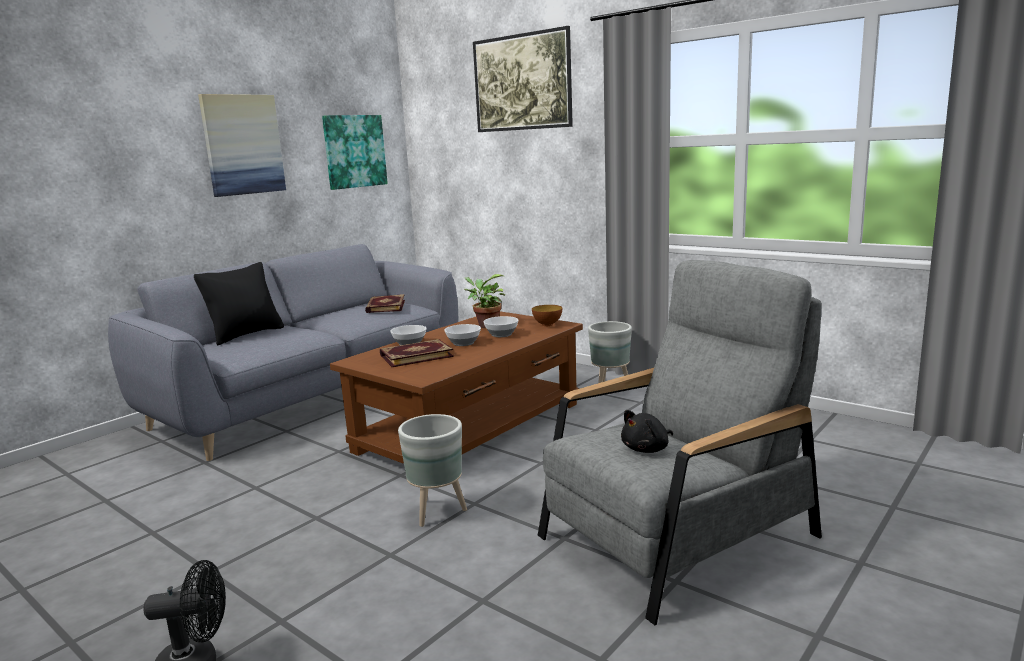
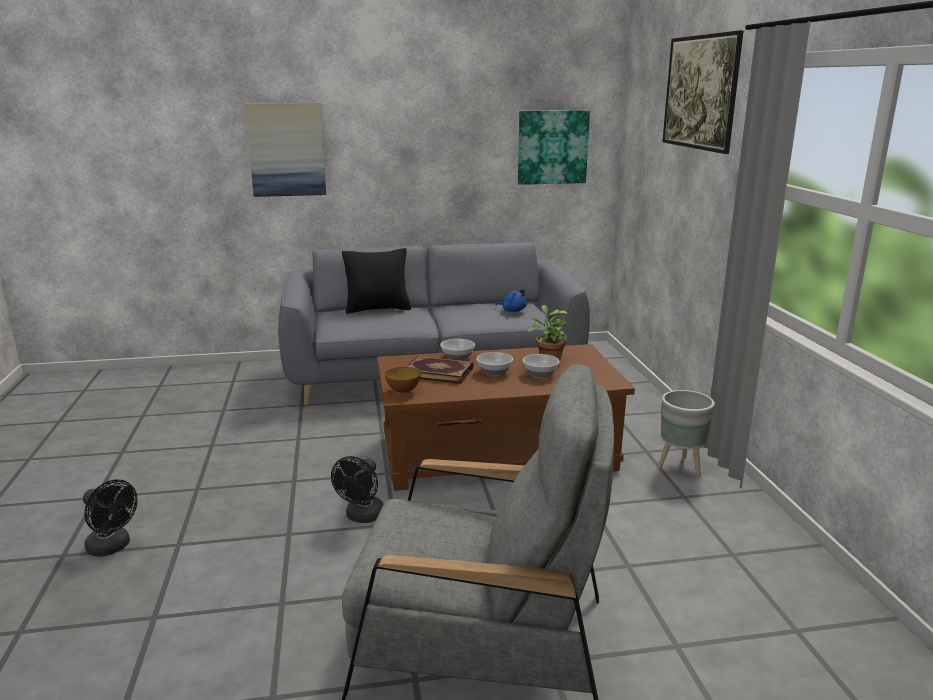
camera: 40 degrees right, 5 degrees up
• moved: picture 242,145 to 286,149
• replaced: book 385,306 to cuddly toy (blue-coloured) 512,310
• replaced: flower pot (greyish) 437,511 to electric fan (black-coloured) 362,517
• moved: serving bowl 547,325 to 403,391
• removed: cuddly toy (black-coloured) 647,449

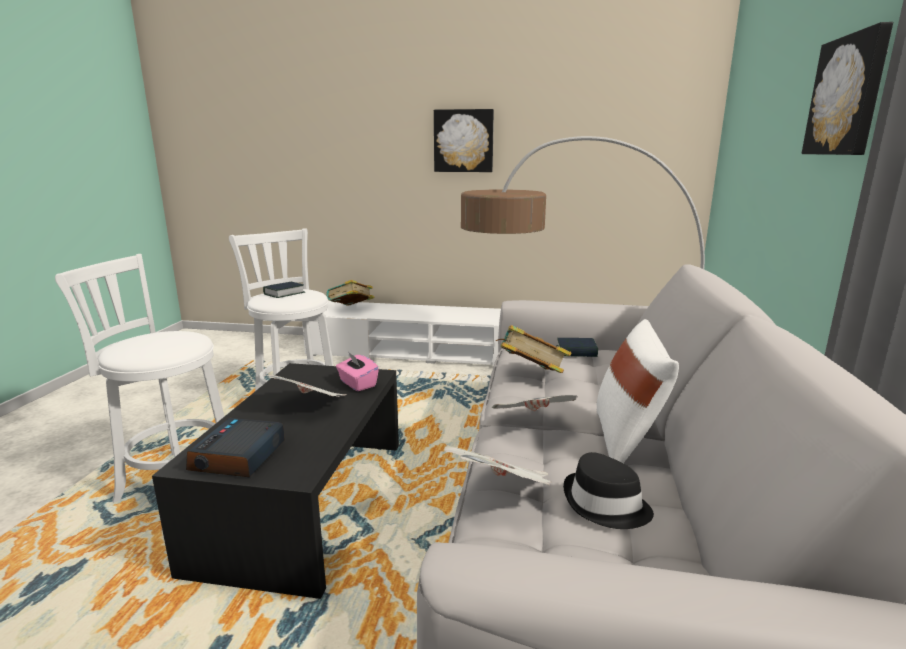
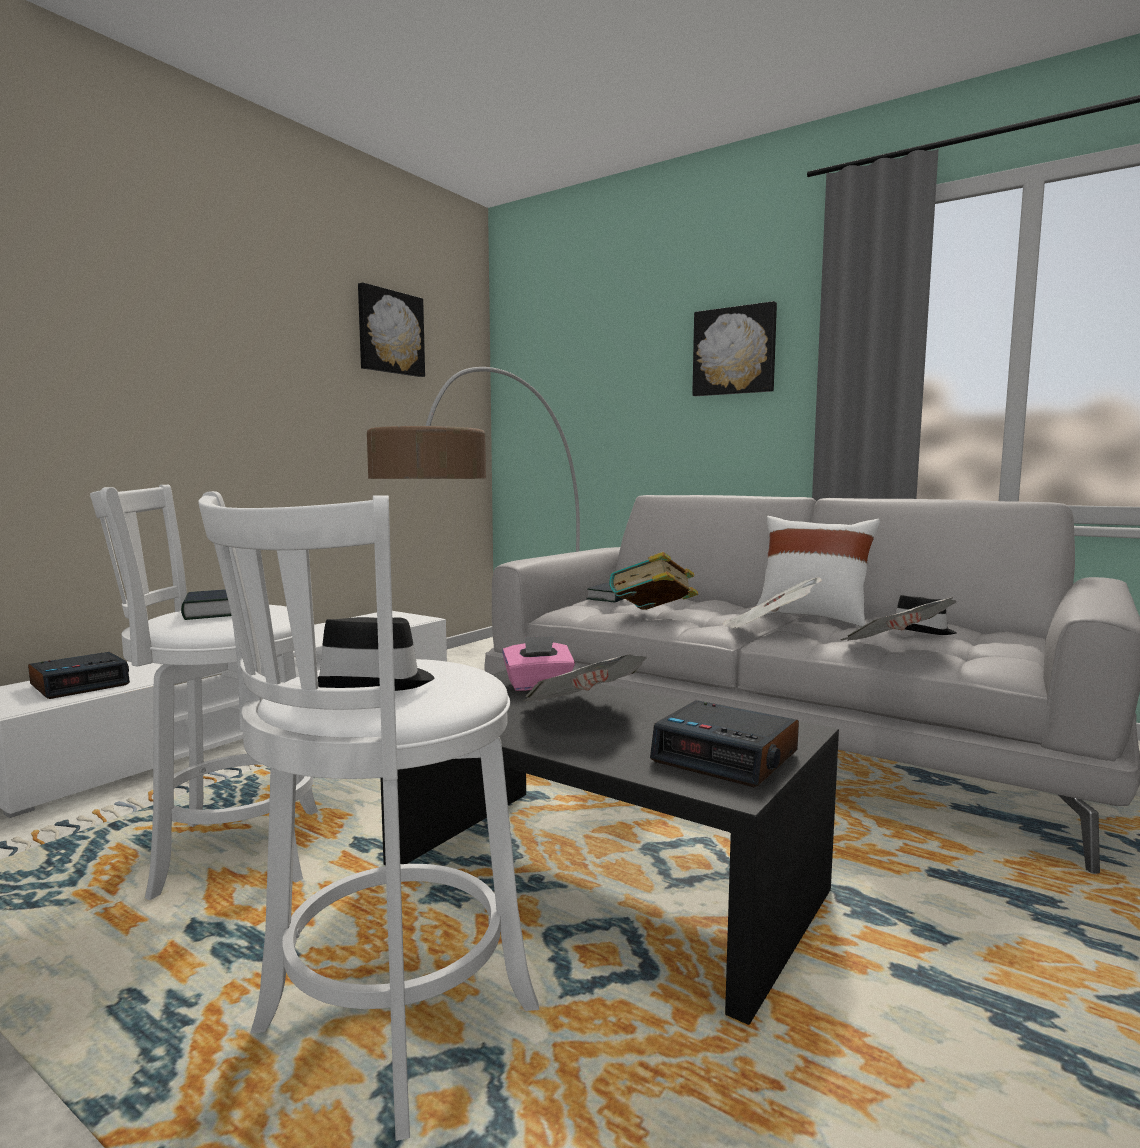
camera: 65 degrees left, 10 degrees down
• replaced: book 351,309 to alarm clock 81,684
• moved: picture 463,141 to 390,332
• added: wearable hat (black-coloured) 374,683

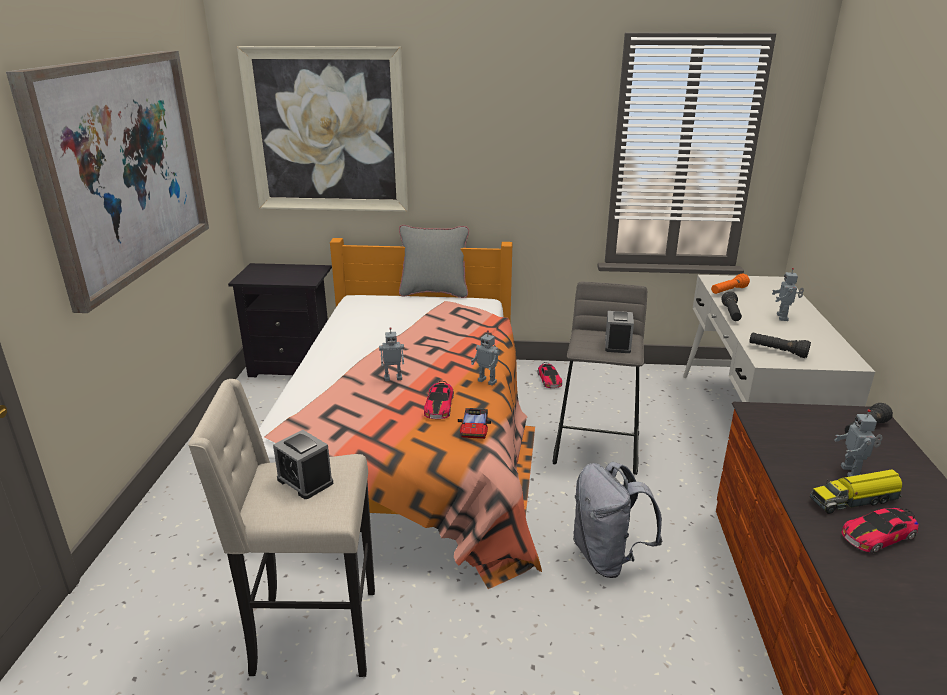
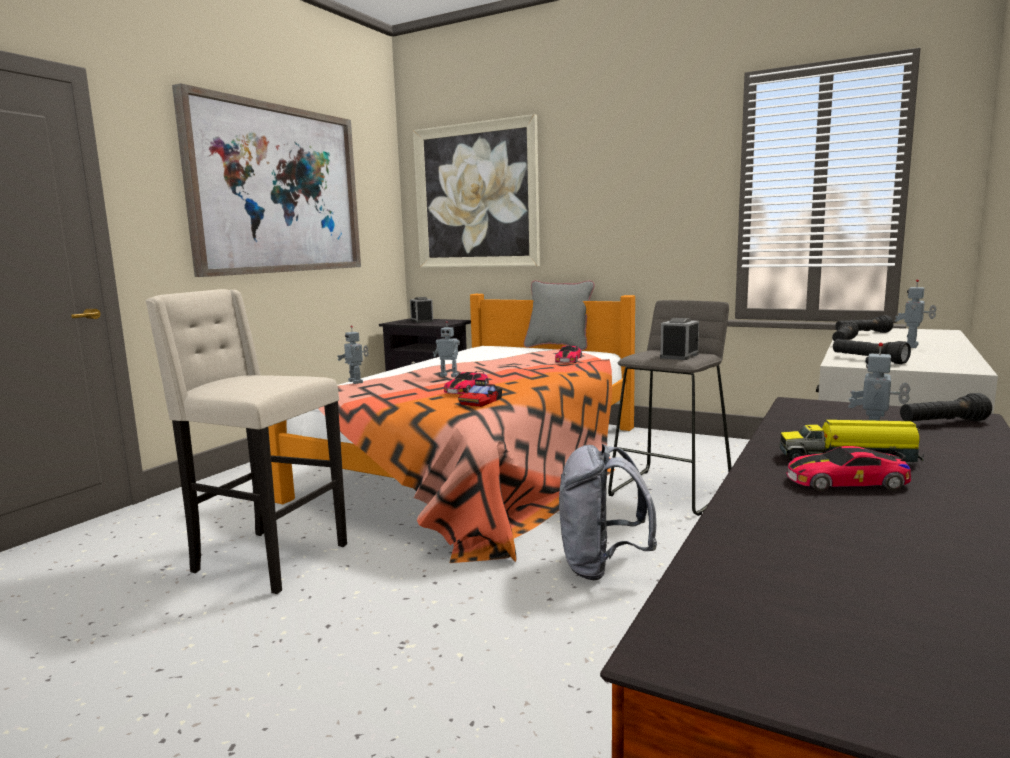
camera: 25 degrees right, 15 degrees down
• moved: alarm clock 305,481 to 422,321
• moved: toy robot 487,381 to 356,382
• moved: model car 549,379 to 568,360
• recoloured: hand torch (orange-coloured) 728,291 to hand torch (black-coloured) 862,333

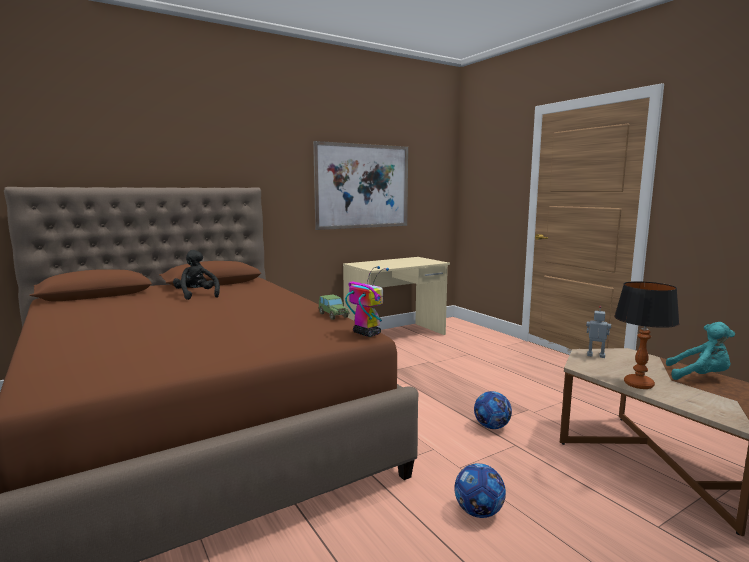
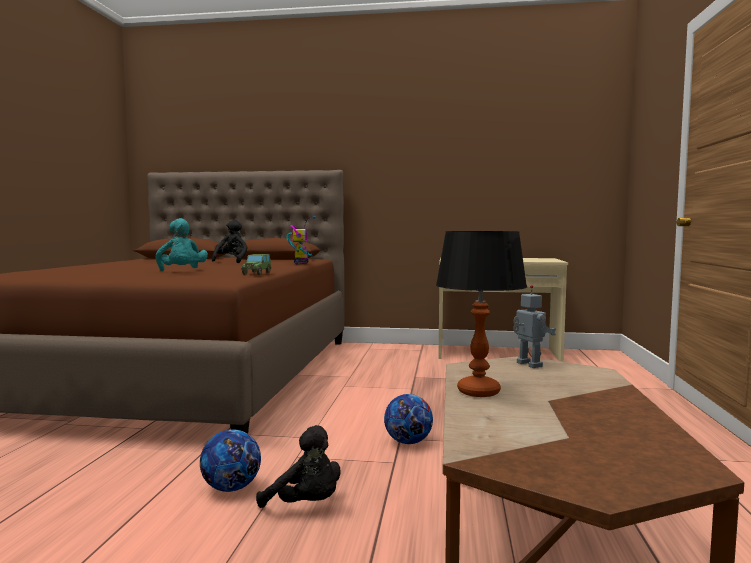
camera: 40 degrees right, 5 degrees down
• removed: picture 363,186
• moved: toy robot 366,333 to 301,263
• moved: cuddly toy (turquoise) 699,376 to 182,272
• added: cuddly toy (black-coloured) 306,505

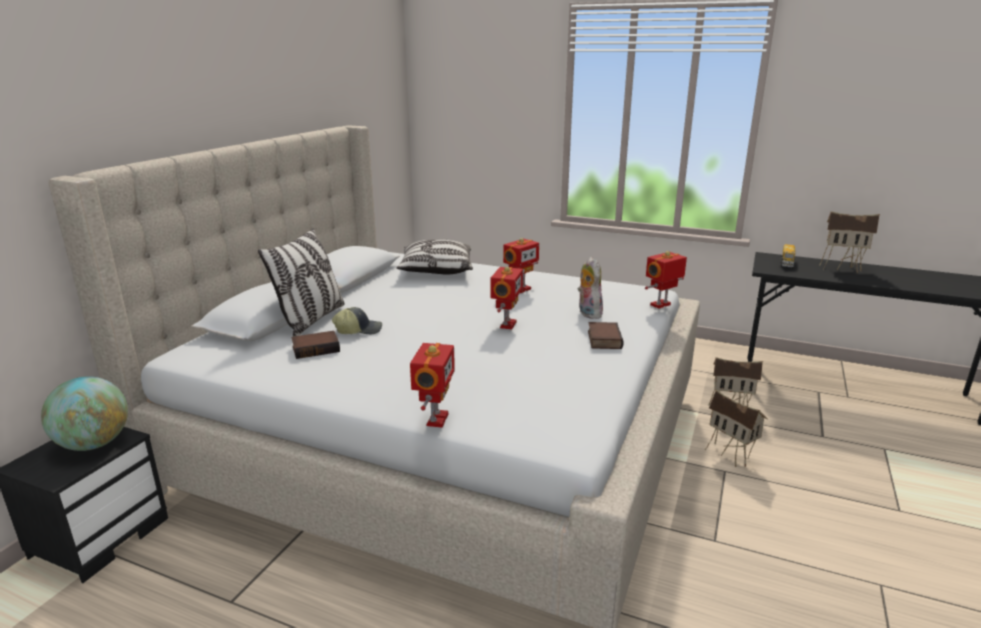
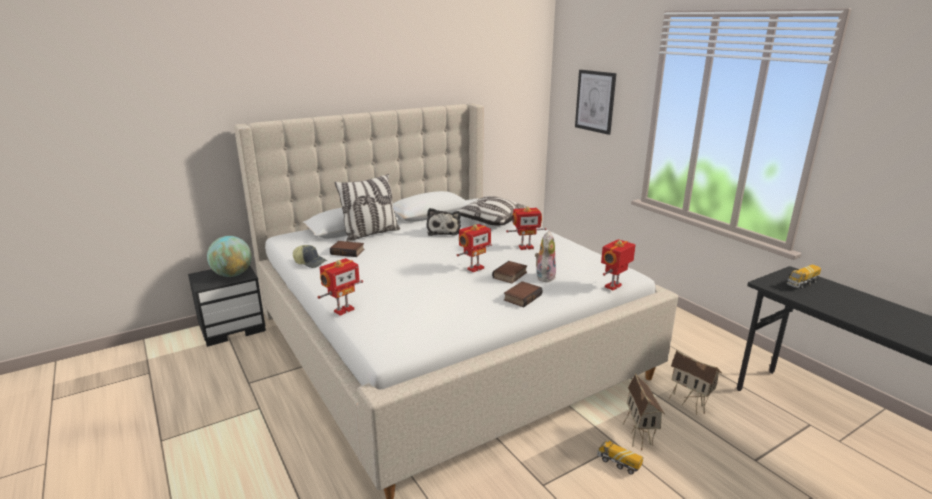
camera: 35 degrees right, 0 degrees up
• moved: cap 359,330 to 310,262
• turned: toy robot 661,305 = 614,286 45 degrees counterclockwise
• removed: toy house 841,268
• added: cuddly toy 444,231
• added: book 510,275
• added: picture 595,101
• added: model truck 618,463

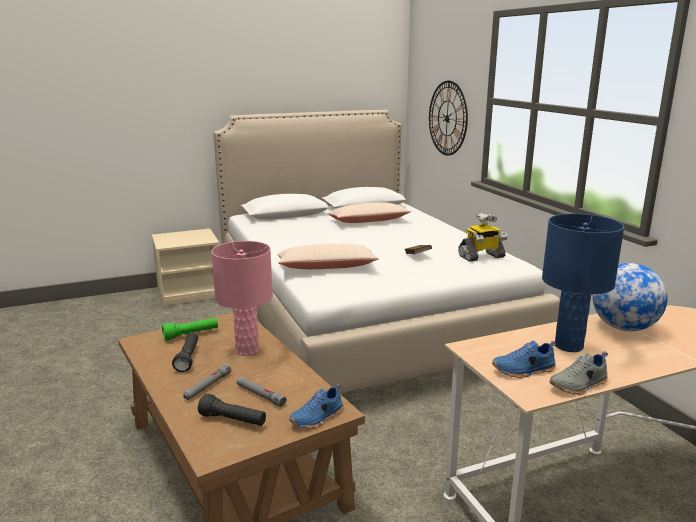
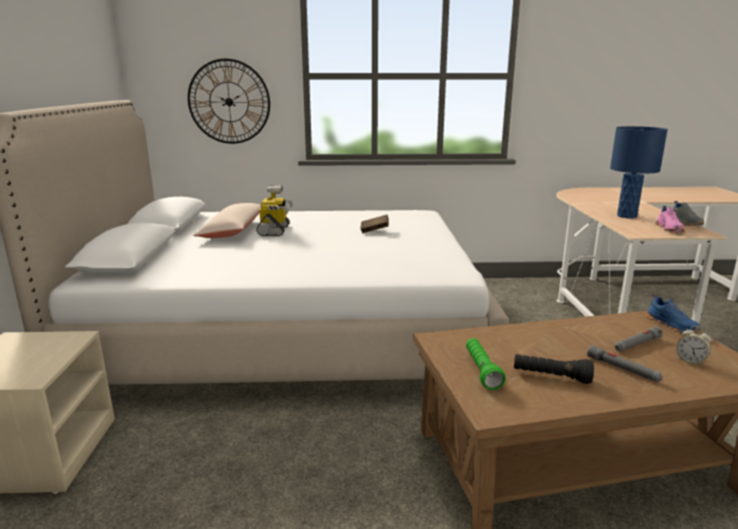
camera: 70 degrees left, 0 degrees up
• replaced: hand torch (black-coloured) 233,420 to alarm clock 690,361
• removed: table lamp (pinkish) 247,350
• removed: throw pillow (beige-coloured) 326,267
• moved: toy robot 481,257 to 274,230
• recoloured: item of footwear (blue-coloured) 524,371 to item of footwear (pinkish) 670,229
• removed: globe 623,328

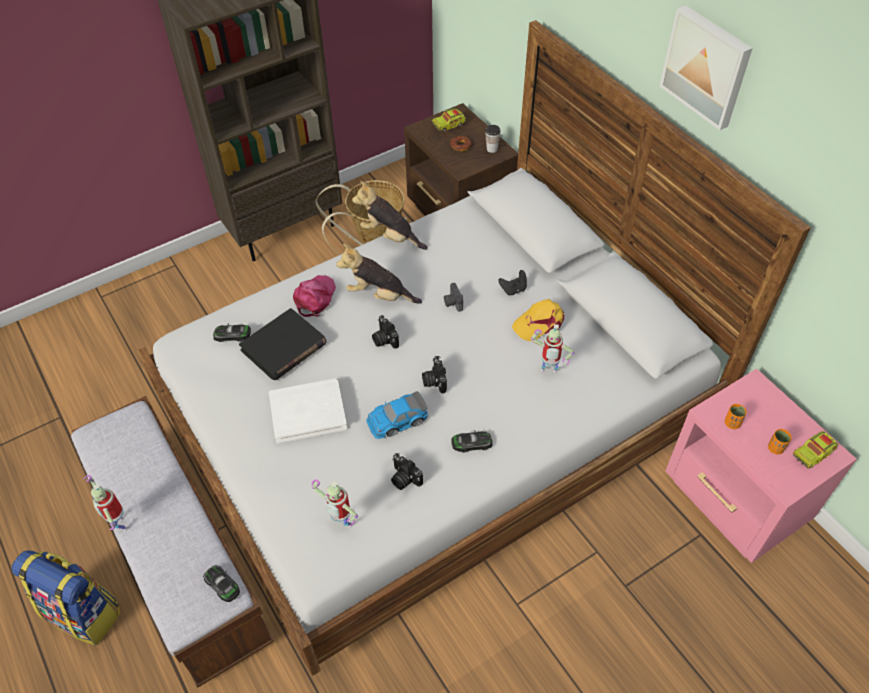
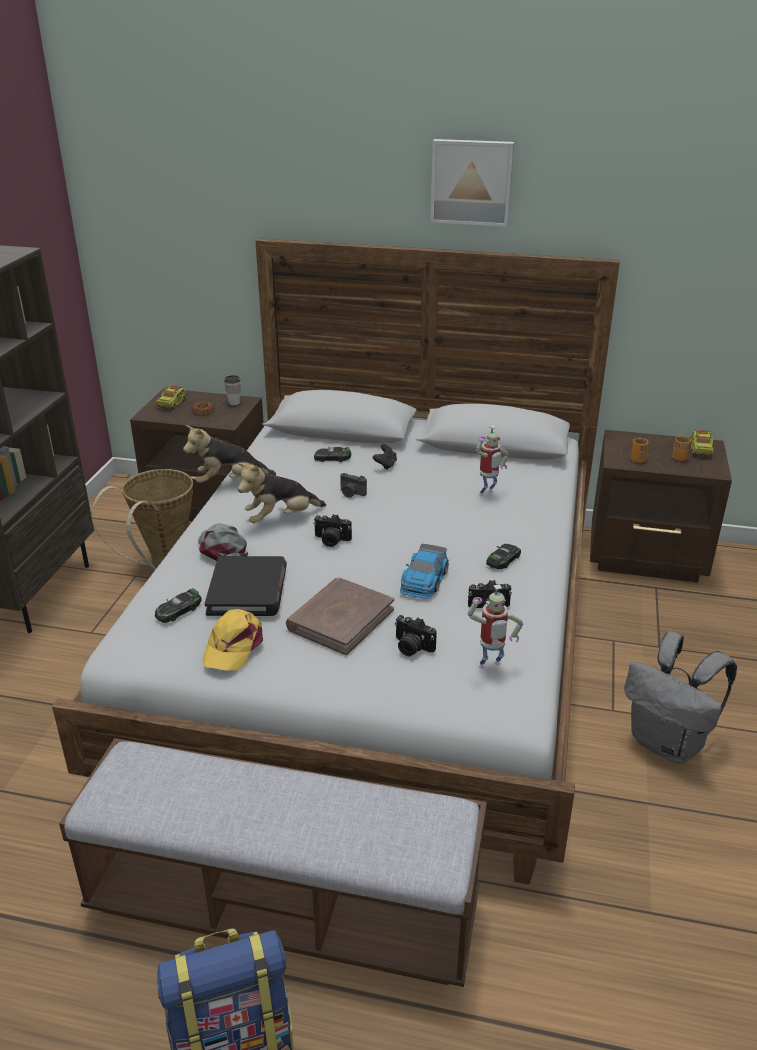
camera: 45 degrees left, 20 degrees down
• removed: toy robot 120,524
• moved: model car 222,585 to 332,458
• recoloured: book (white-coloured) 308,412 to book (brownish) 340,619
• recoloured: cap (pinkish) 315,298 to cap (greyish) 222,548
• moved: still camera 434,381 to 411,647
• moved: cap (yellowish) 539,323 to 233,646
• recoloured: night table (pinkish) 734,503 to night table (brownish) 648,558
• added: rucksack (greyish) 668,744

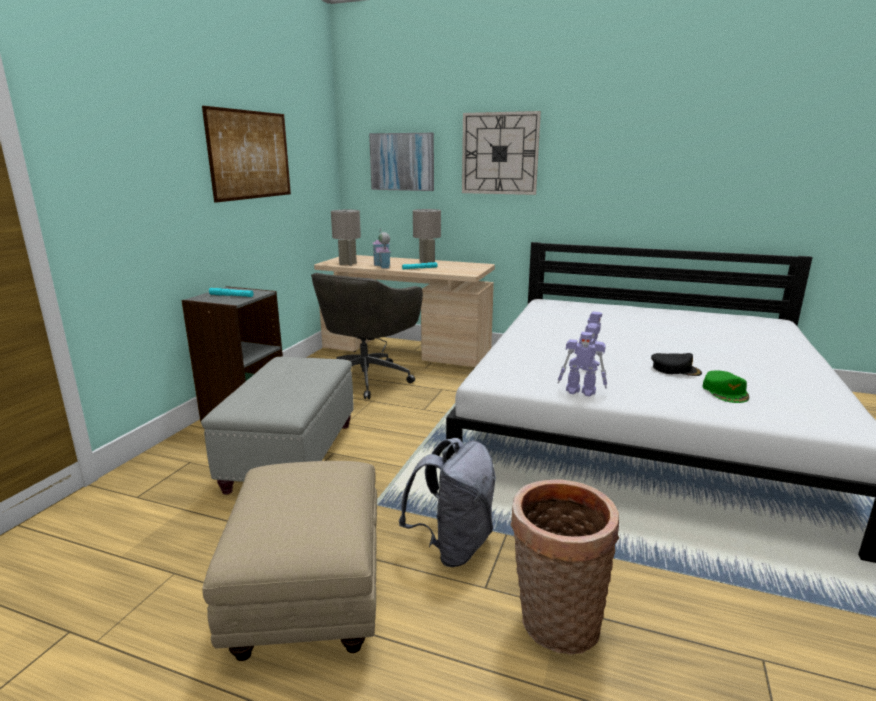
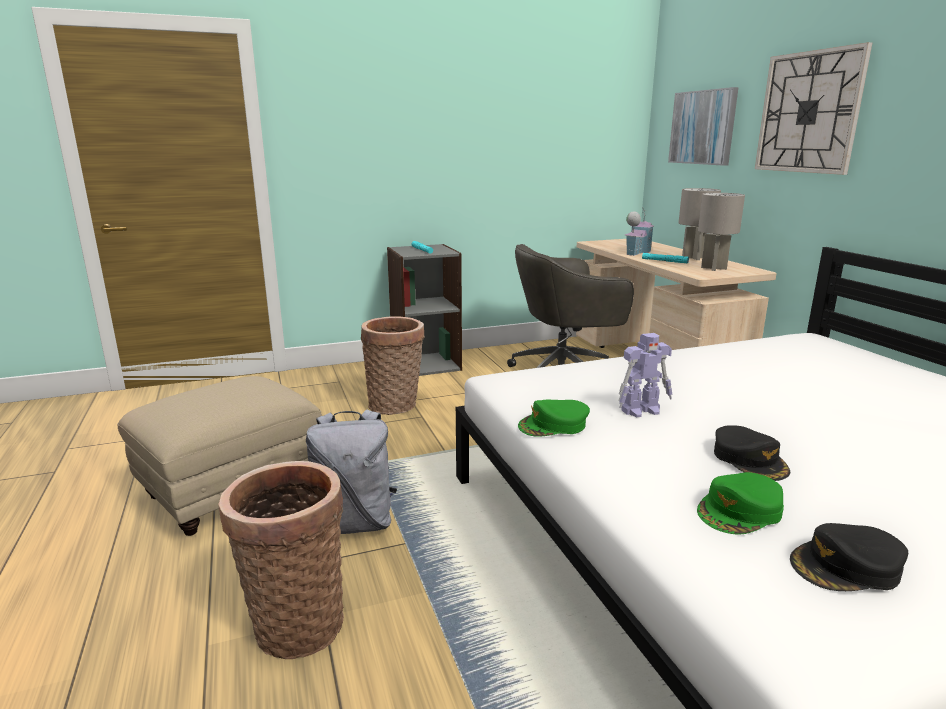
camera: 50 degrees right, 0 degrees up
• replaced: footrest (greyish) 292,455 to basket 396,405
• removed: picture 250,155
• moved: table lamp (greyish) 347,264 to 713,268
• replaced: toy robot 581,391 to cap (greenish) 553,425
• added: cap (black-coloured) 846,567

